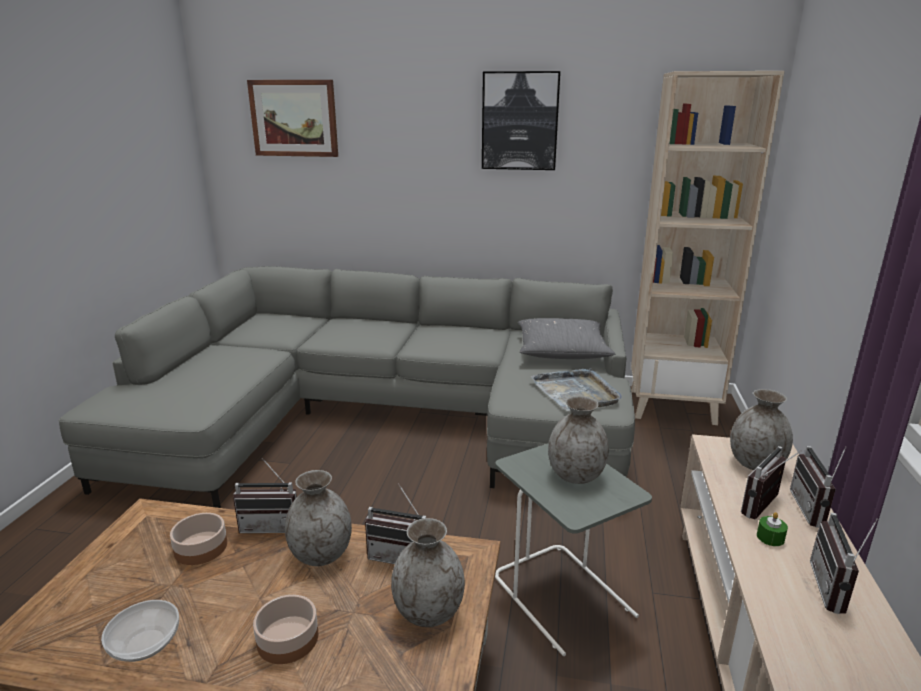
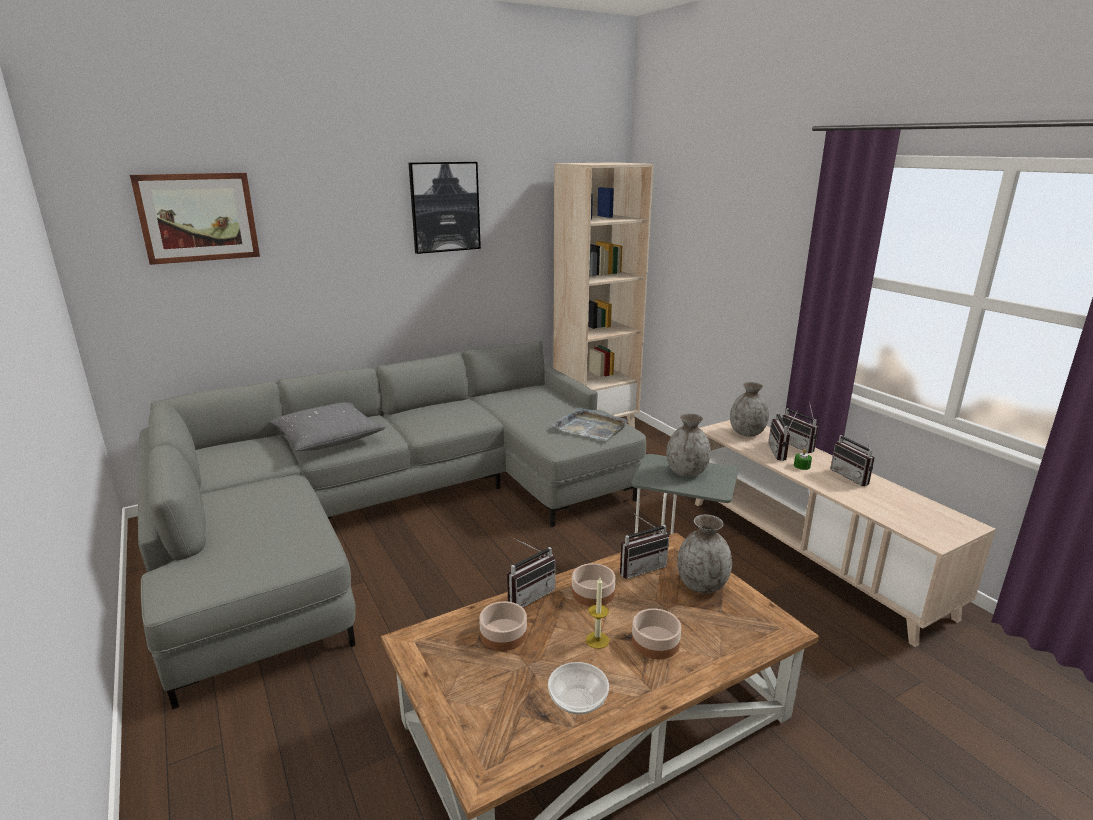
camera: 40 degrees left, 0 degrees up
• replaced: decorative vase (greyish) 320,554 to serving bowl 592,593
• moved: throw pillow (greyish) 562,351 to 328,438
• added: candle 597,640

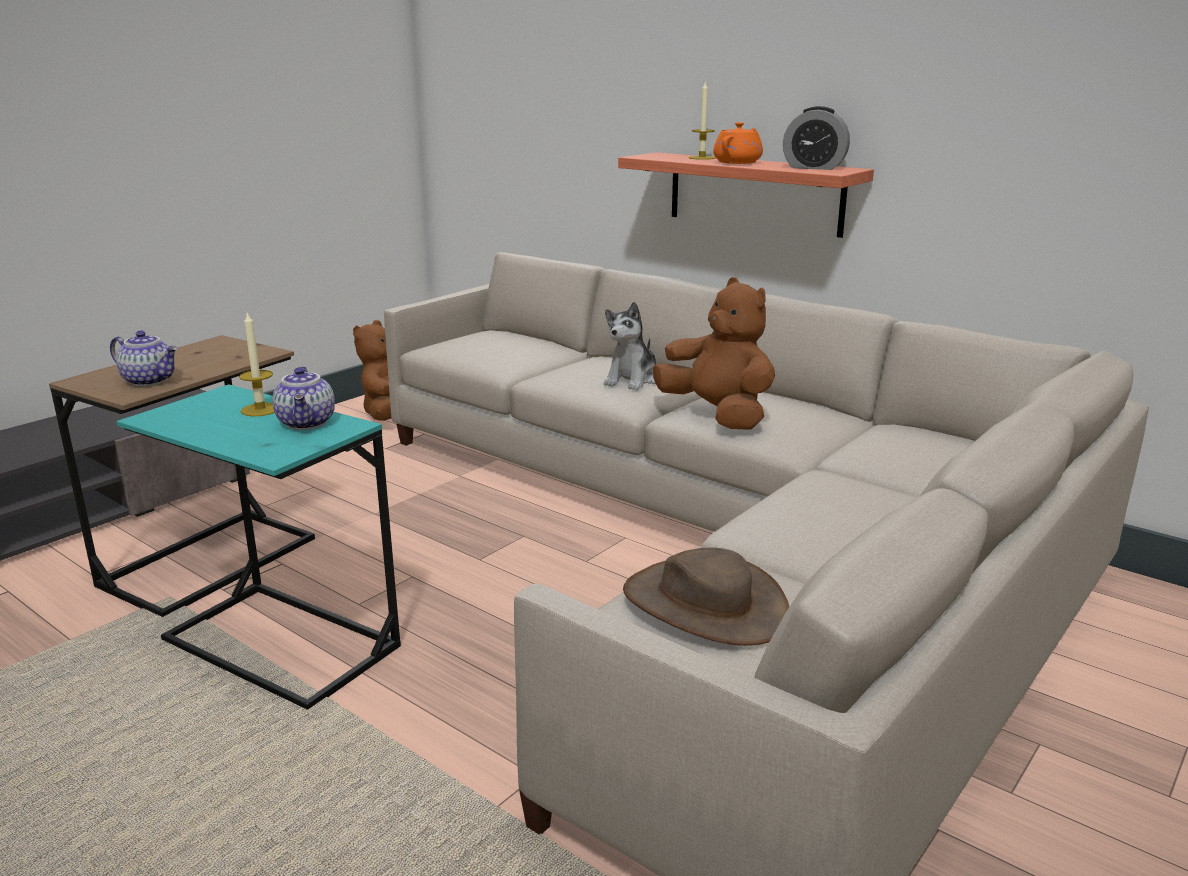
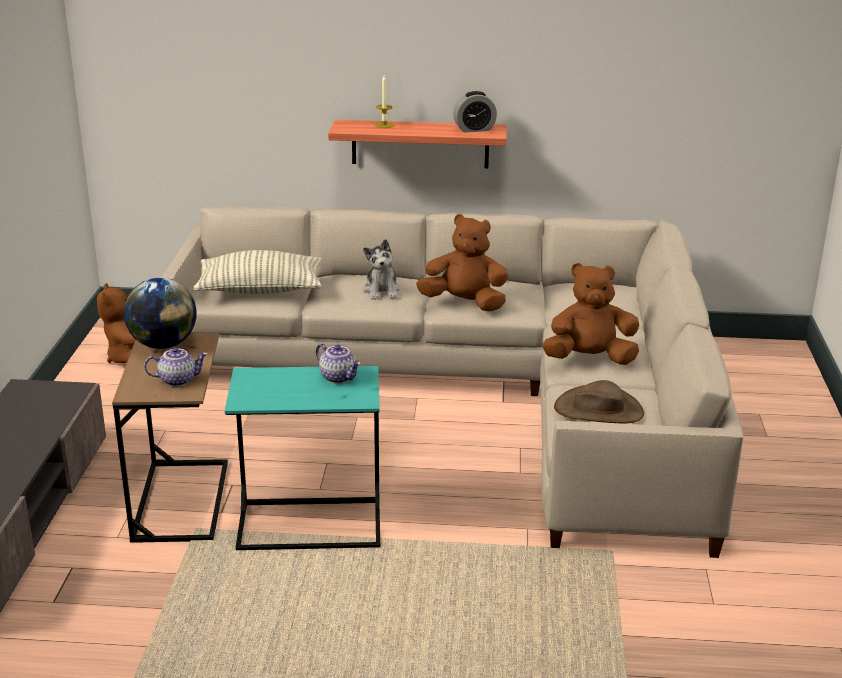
camera: 35 degrees left, 5 degrees up
• removed: candle 260,409
• removed: teapot (orange-coloured) 738,162
• added: globe 163,344
• added: throw pillow 260,290
• added: cuddly toy (brownish) 589,359

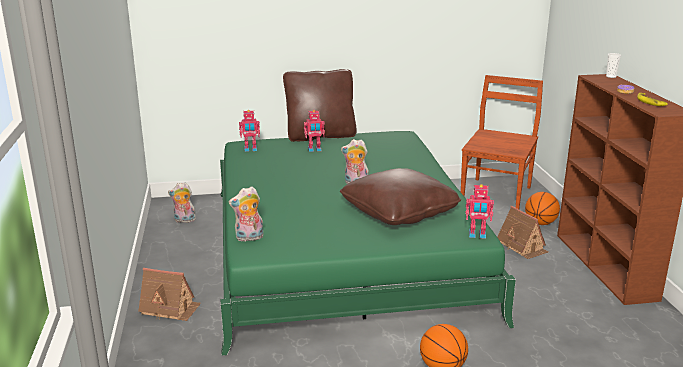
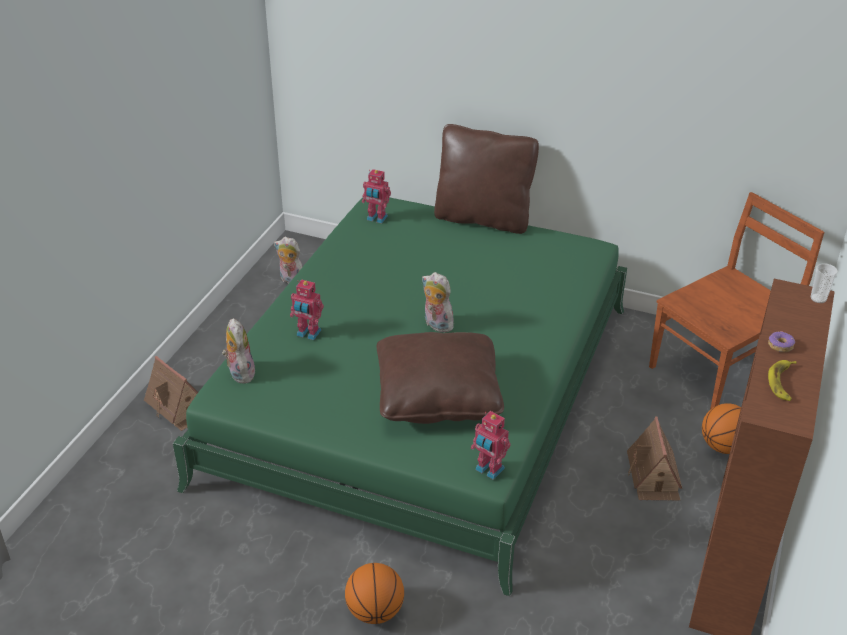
camera: 30 degrees right, 15 degrees up
• turned: cuddly toy 249,238 = 239,373 60 degrees clockwise
• moved: toy robot 314,150 to 308,334

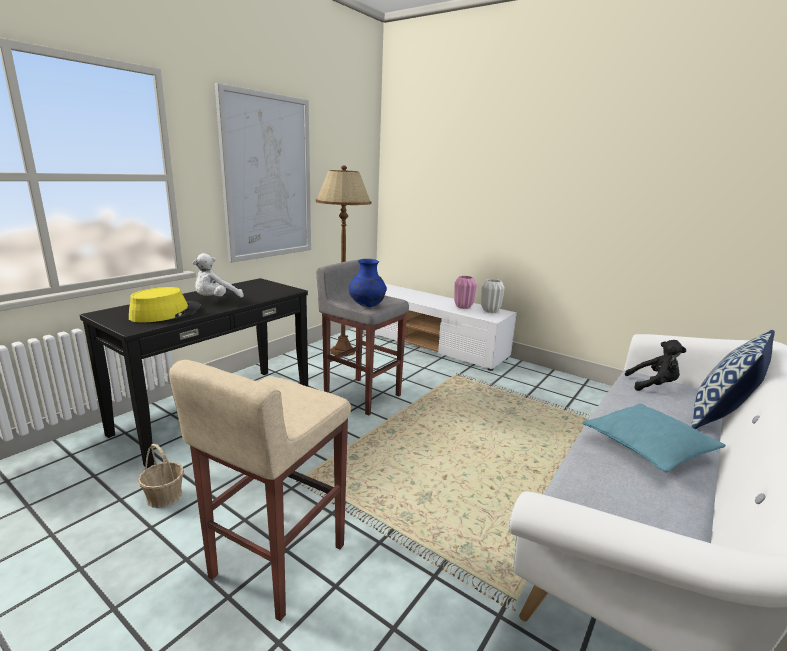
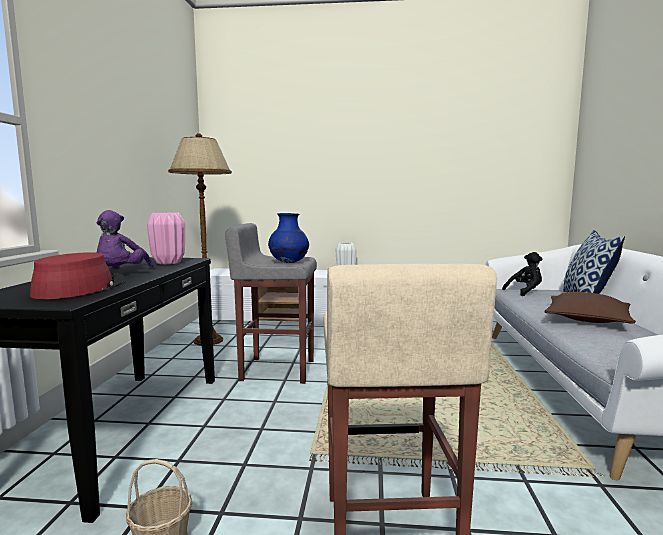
camera: 30 degrees left, 10 degrees down
• recoloured: wearable hat (yellowish) 166,313 to wearable hat (red-coloured) 80,288
• recoloured: cuddly toy (white-coloured) 216,300 to cuddly toy (purple) 121,273
• removed: picture 268,178
• moved: decorative vase (pinkish) 463,307 to 169,263
• recoloured: throw pillow (turquoise) 648,446 to throw pillow (brownish) 587,319

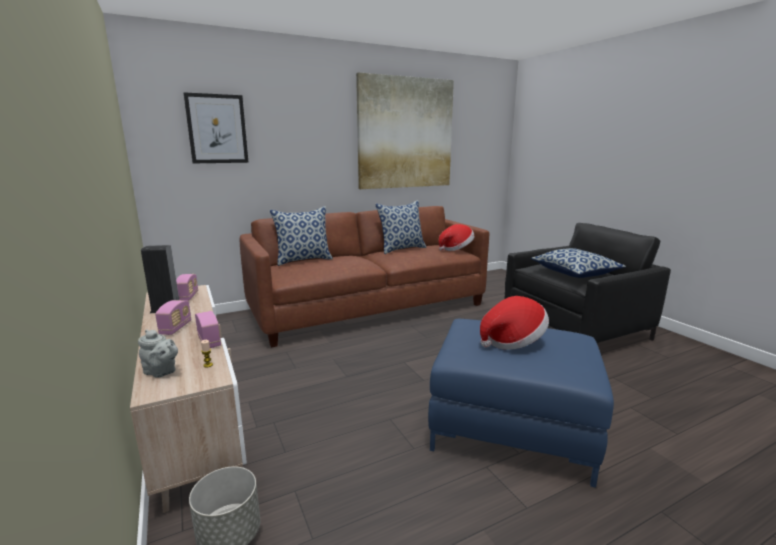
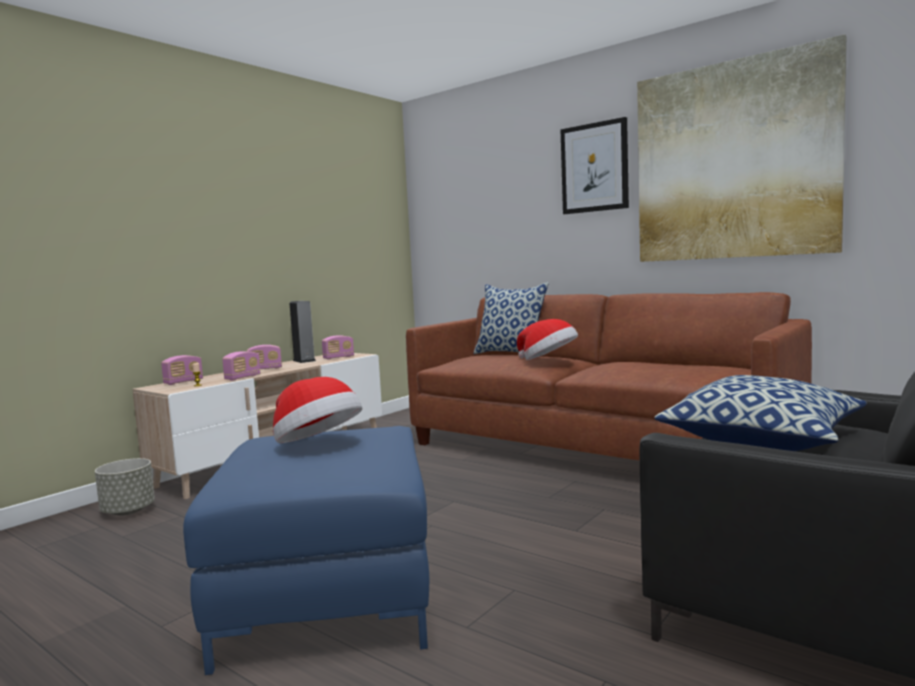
camera: 65 degrees right, 10 degrees down
• replaced: teapot (greyish) 161,372 to radio receiver 183,382
• moved: picture 217,129 to 594,167
• removed: throw pillow 401,249
• moved: wearable hat 456,249 to 549,360

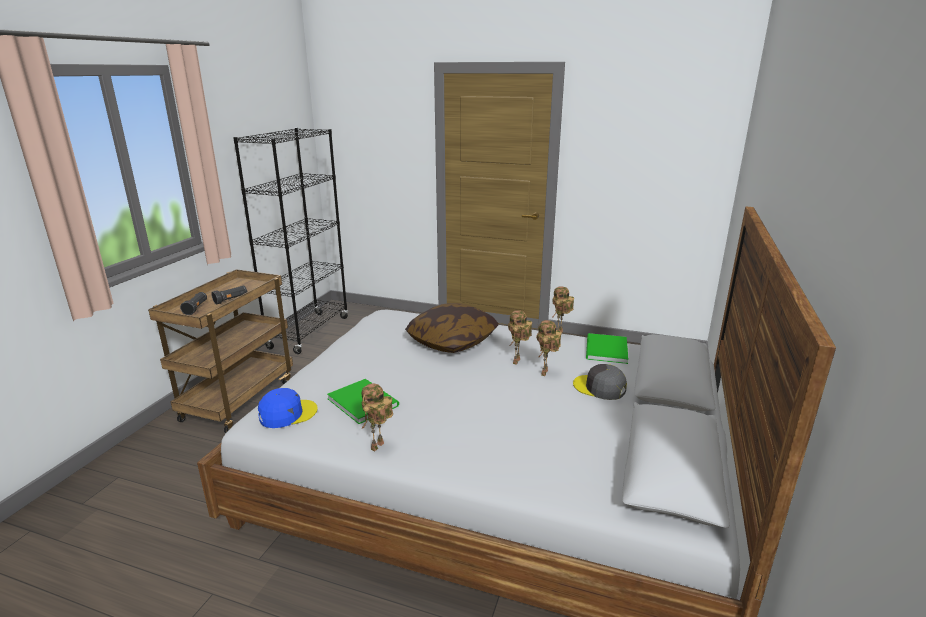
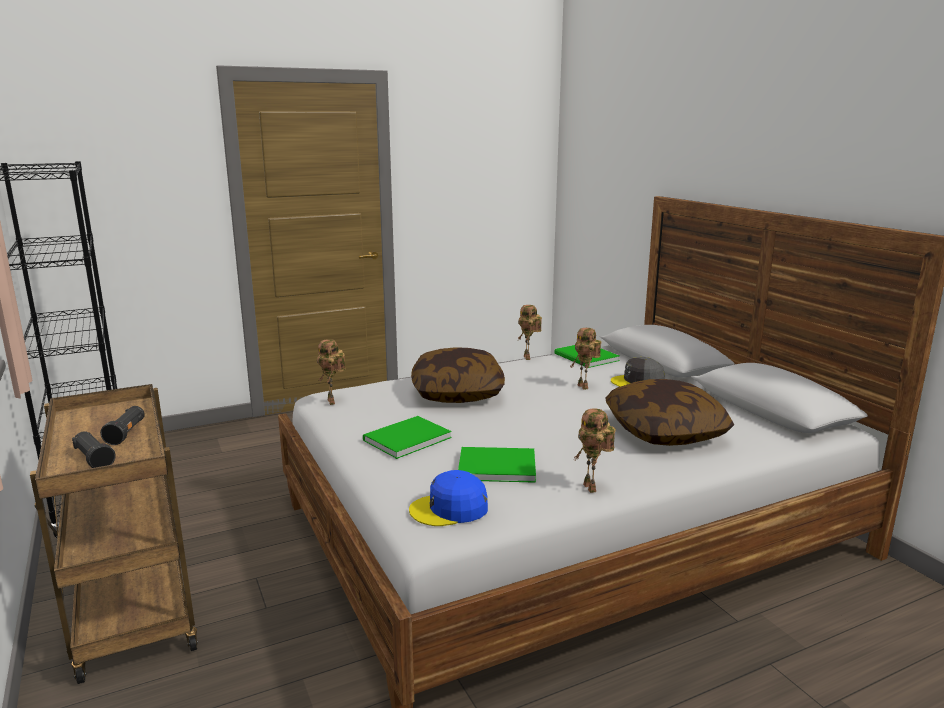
camera: 45 degrees left, 5 degrees down
• turned: cap (blue-coloured) 287,413 = 450,509 120 degrees counterclockwise
• moved: toy robot 517,362 to 333,402
• added: book (greenish) 404,439
• added: throw pillow 665,431

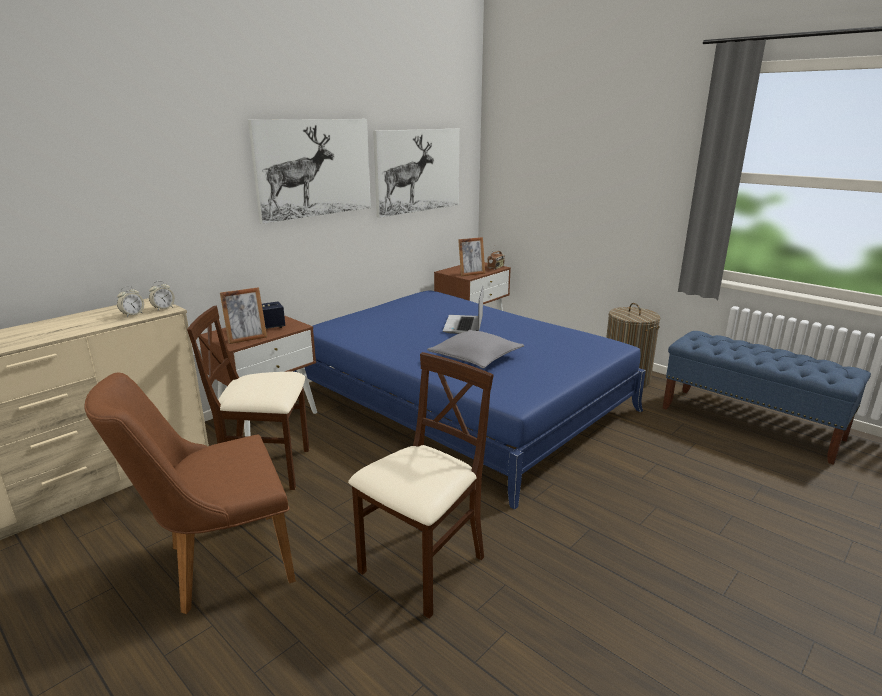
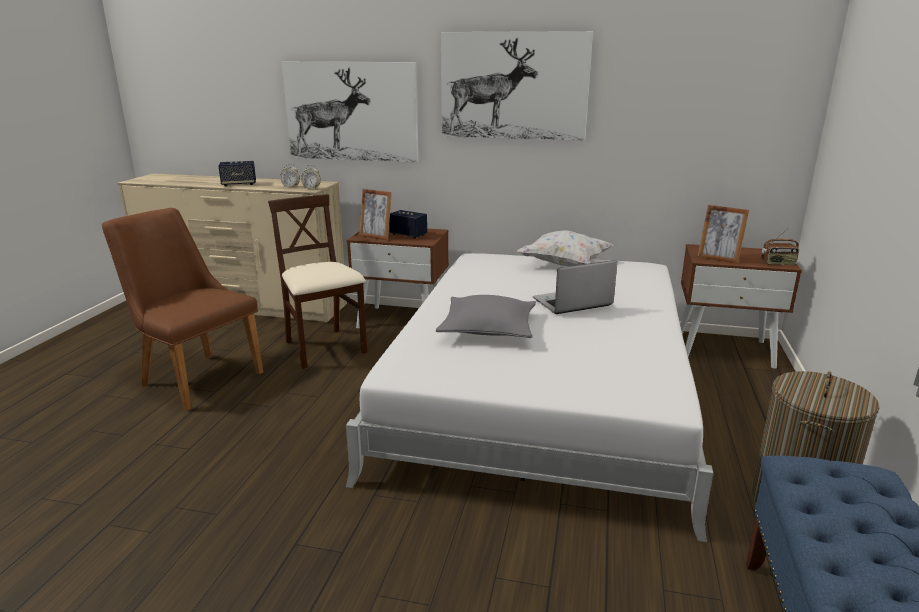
camera: 60 degrees right, 0 degrees up
• recoloured: sleeping bed (blue-coloured) 462,401 to sleeping bed (white-coloured) 541,393
• removed: chair (beige-coloured) 423,567
• moved: picture 418,171 to 351,111
• added: speaker 239,184
• added: throw pillow (white-coloured) 564,265

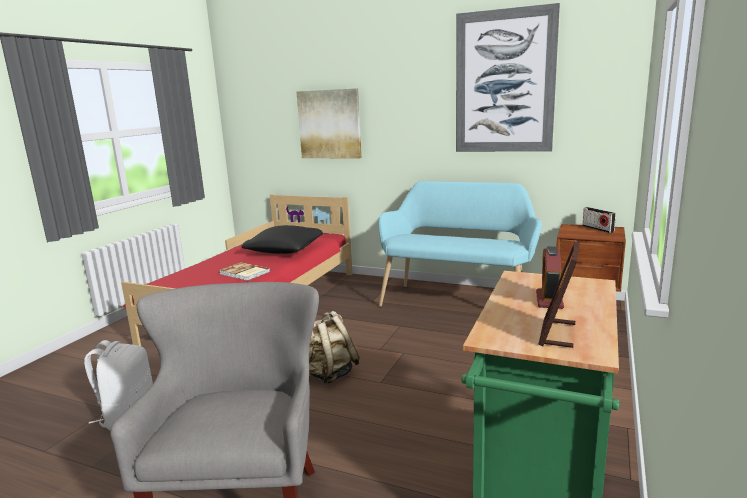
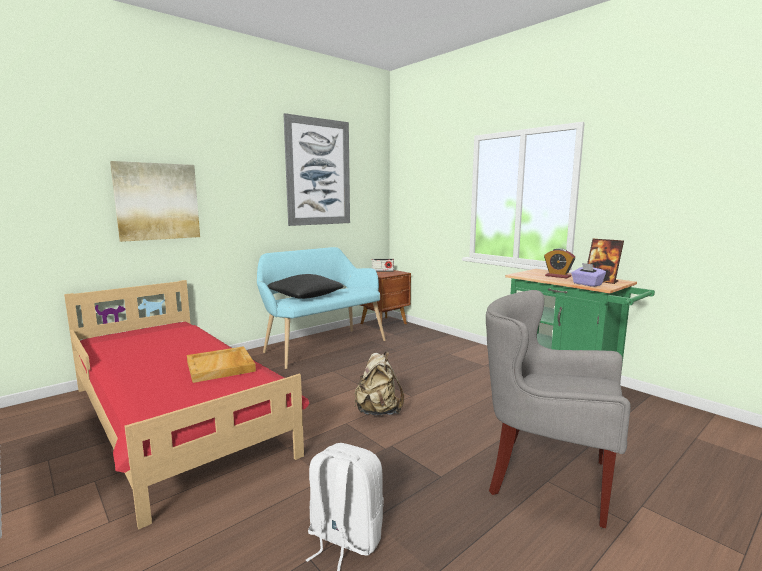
camera: 65 degrees left, 5 degrees down
• replaced: book 244,273 to carrying tray (beige-coloured) 221,366
• moved: throw pillow (black-coloured) 285,250 to 305,296
• added: tissue box (purple) 587,284

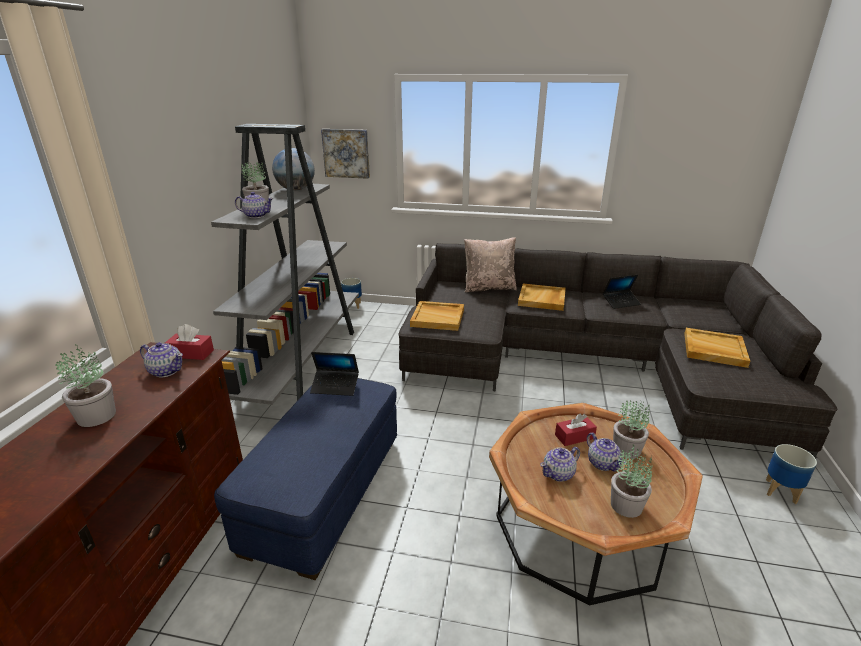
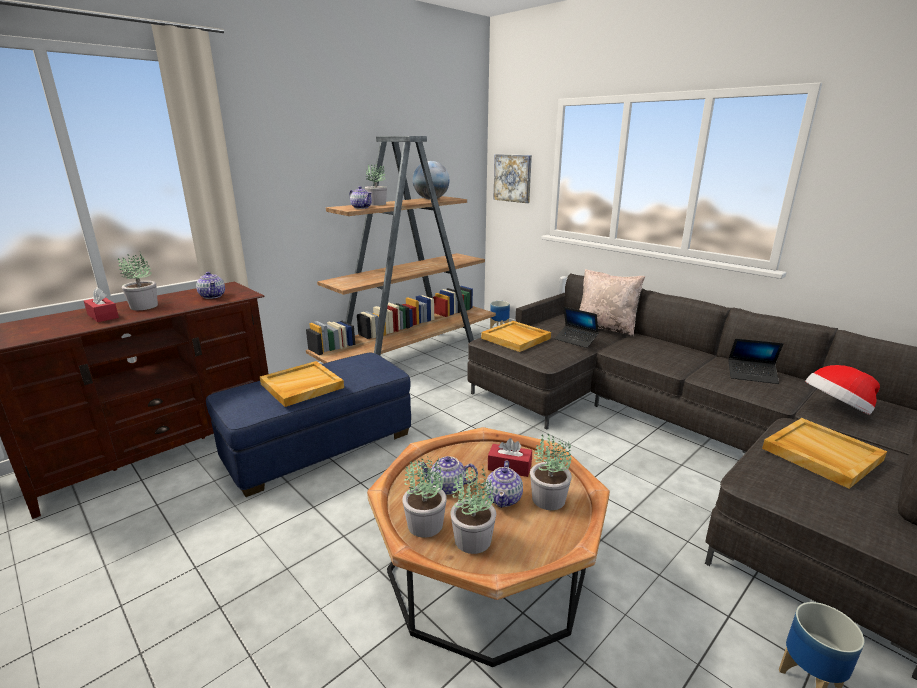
camera: 35 degrees right, 5 degrees down
• moved: tissue box (red-coloured) 191,353 to 103,316
• recoloured: bookcase (greyish) 301,361 to bookcase (brownish) 410,356
• moved: laptop 335,386 to 576,340
• moved: carrying tray (beige-coloured) 542,299 to 301,386
• added: potted plant 426,525
• added: wearable hat 836,410

